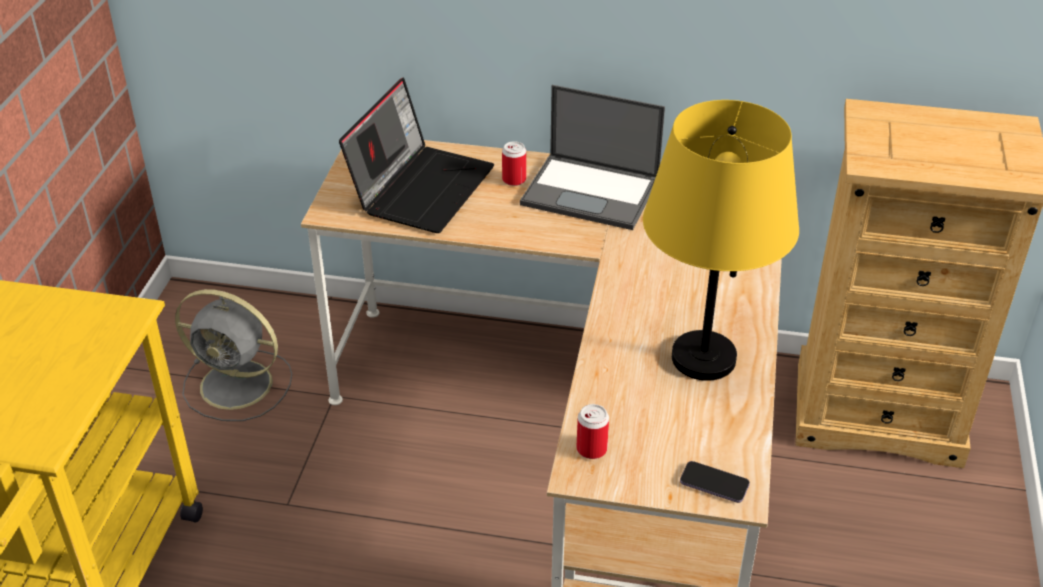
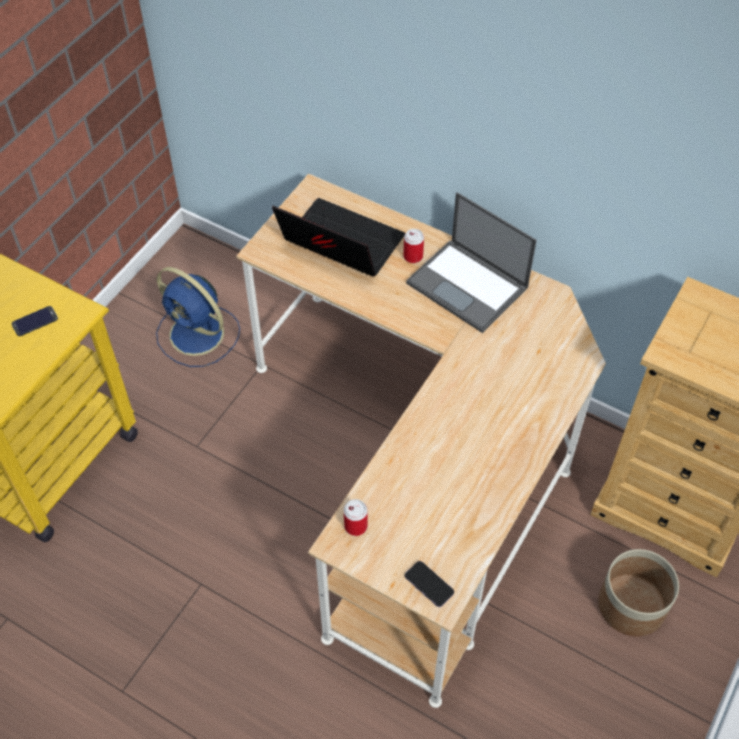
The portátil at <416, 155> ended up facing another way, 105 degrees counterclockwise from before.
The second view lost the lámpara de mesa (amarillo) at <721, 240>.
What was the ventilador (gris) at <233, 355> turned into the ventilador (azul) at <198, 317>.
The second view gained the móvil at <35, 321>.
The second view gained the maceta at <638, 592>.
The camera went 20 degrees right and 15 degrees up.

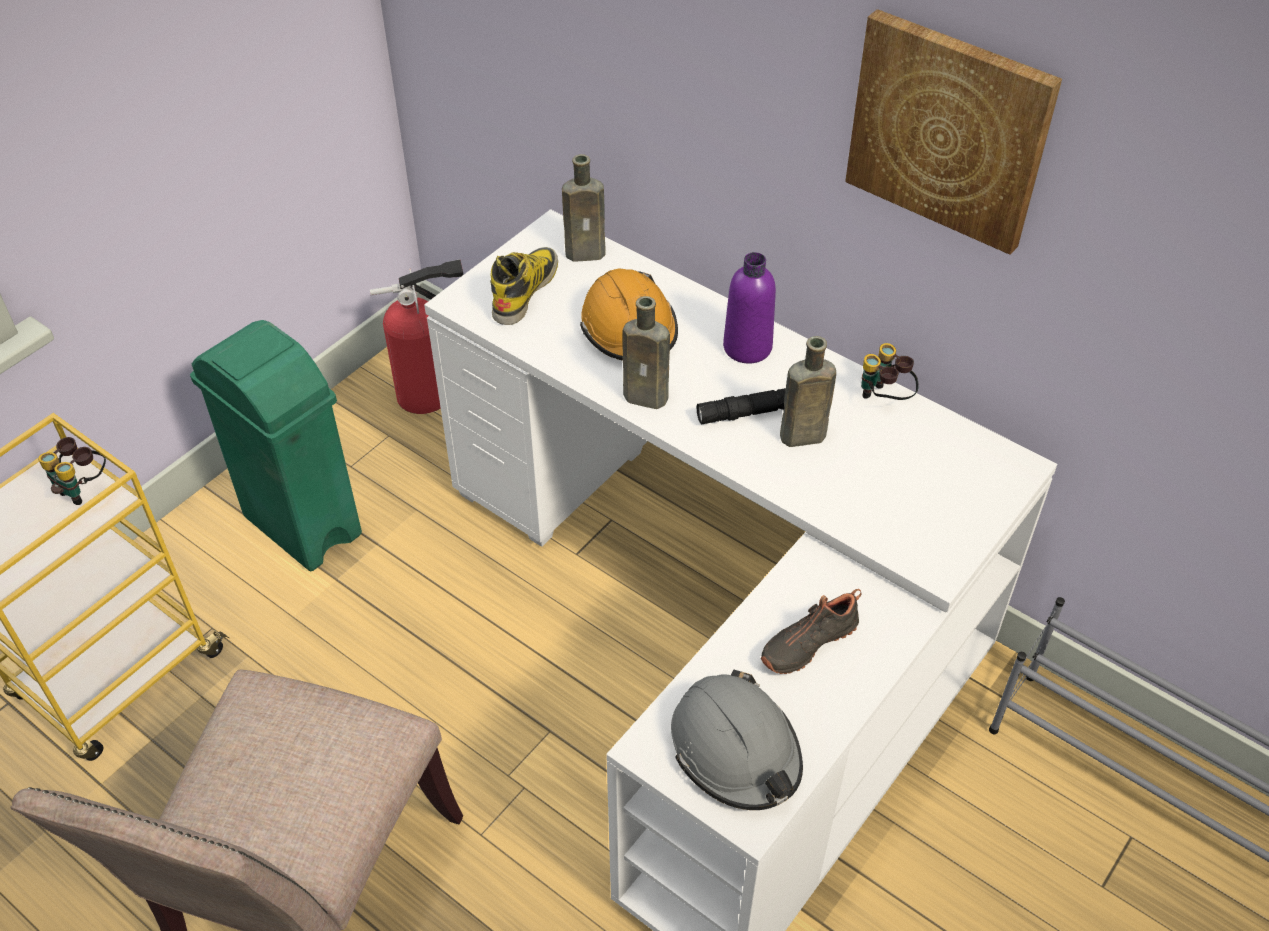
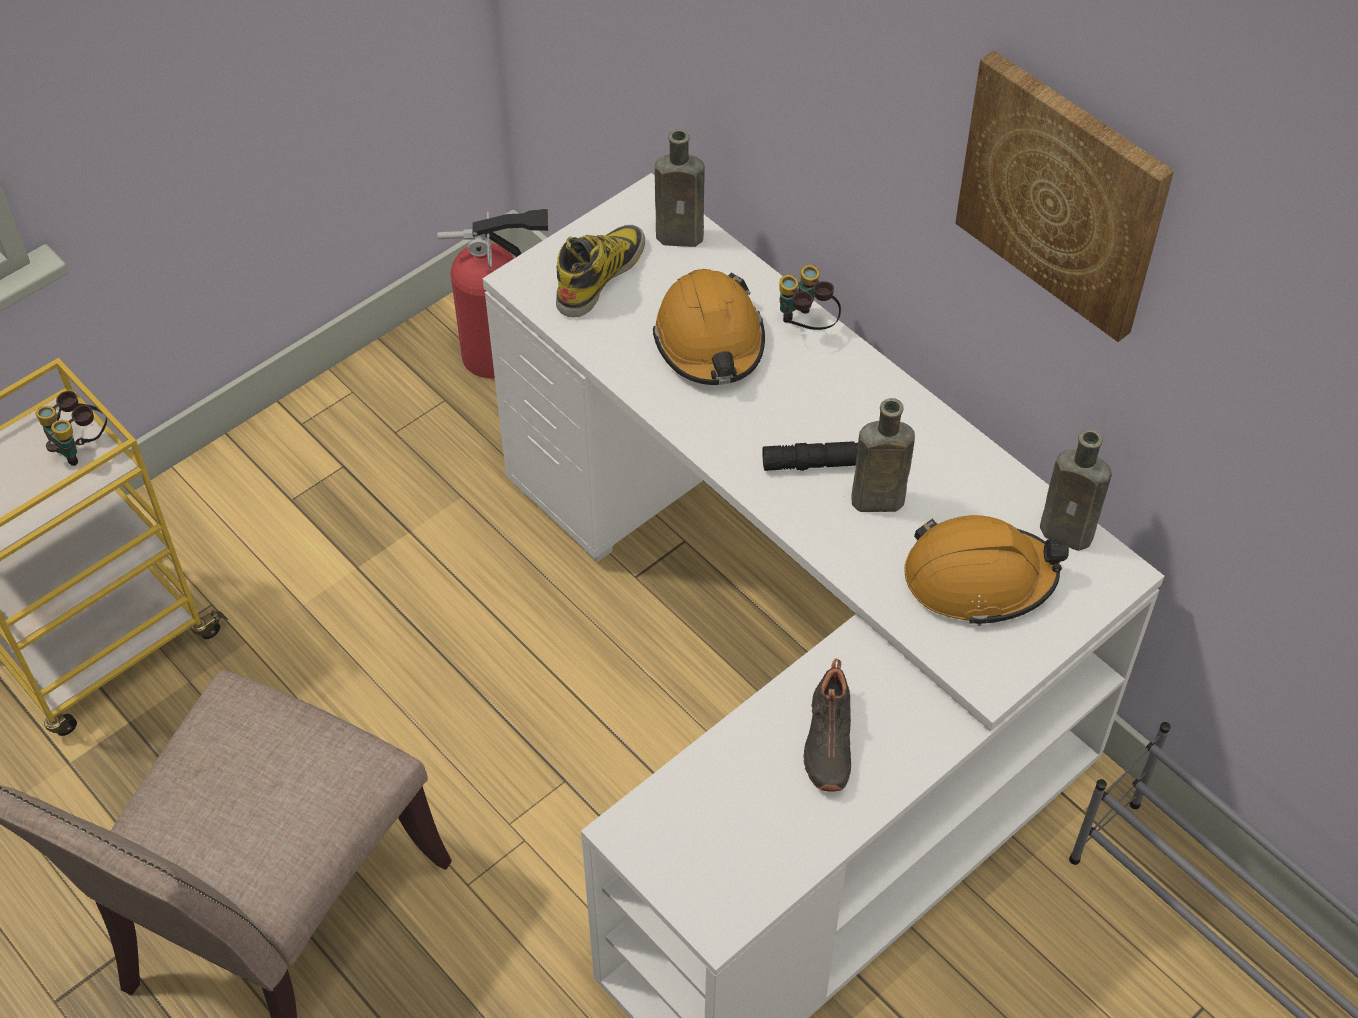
The second view lost the botella (morado) at <749, 307>.
The botella (marrón) ended up elsewhere, having gone from <646, 352> to <1076, 494>.
The second view lost the papelera (verde) at <276, 445>.
The prismáticos ended up elsewhere, having gone from <889, 371> to <810, 297>.
The zapato (negro) at <811, 631> ended up facing another way, 60 degrees counterclockwise from before.
The second view lost the casco (gris) at <737, 739>.
The second view gained the casco (naranja) at <986, 570>.
The camera went 10 degrees right and 5 degrees up.

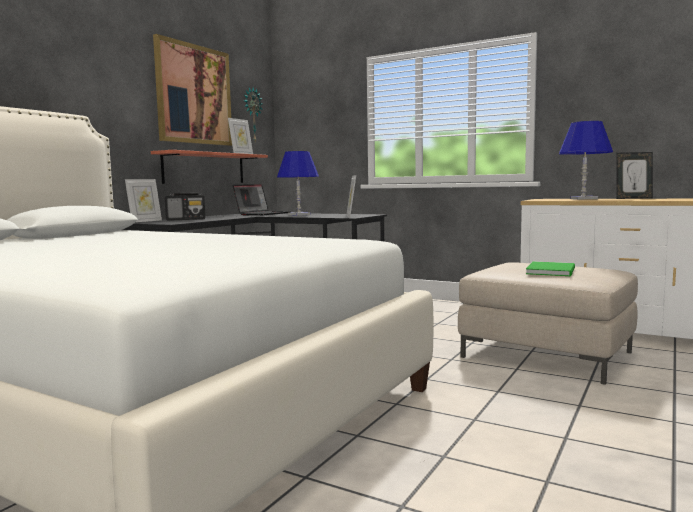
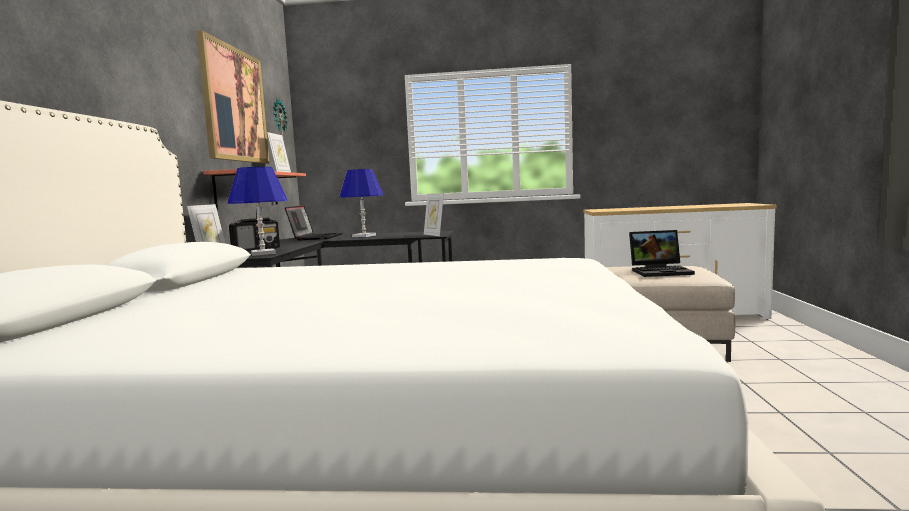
The lámpara de mesa (azul) ended up elsewhere, having gone from <586, 160> to <257, 211>.
The second view lost the portarretratos at <634, 175>.
Where the libro (verde) stood at <550, 268>, the portátil came to stand at <662, 253>.
The camera went 25 degrees left and 0 degrees up.

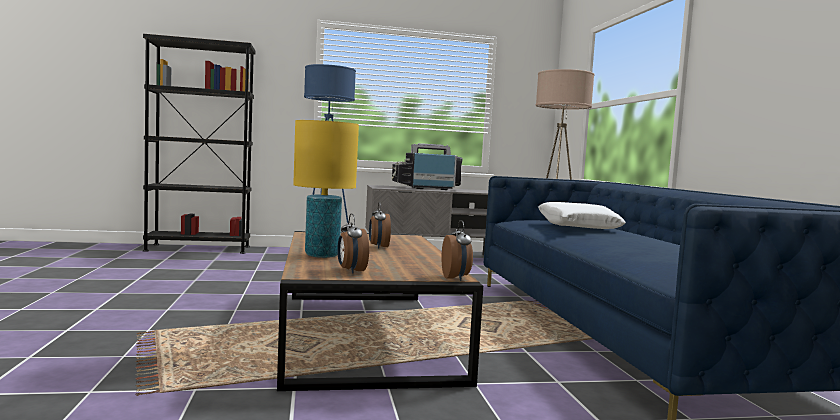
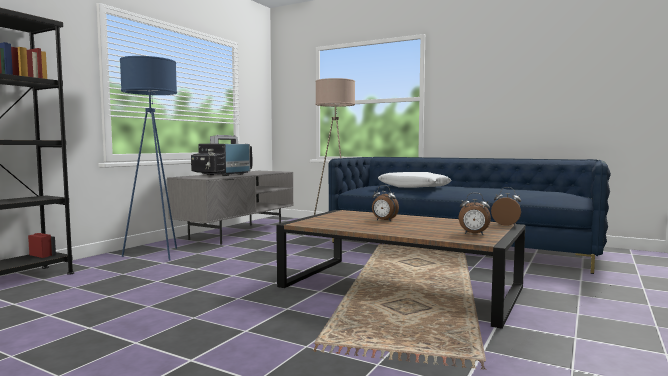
The second view lost the lámpara de mesa (amarillo) at <326, 189>.
The camera went 50 degrees left and 0 degrees up.

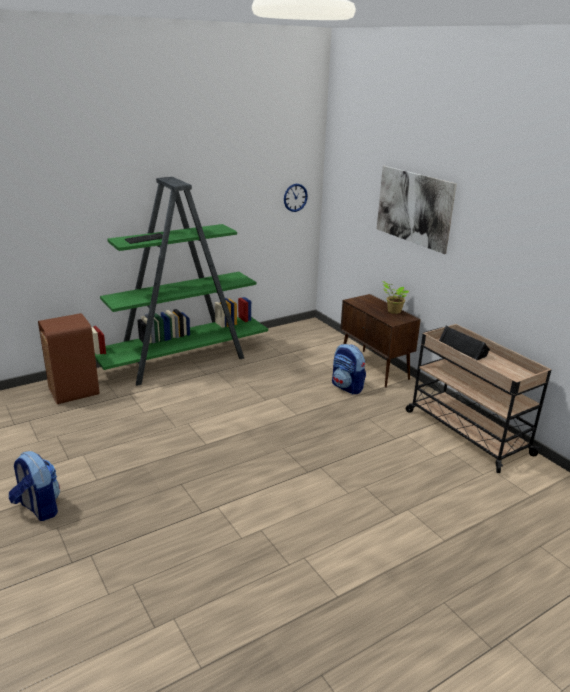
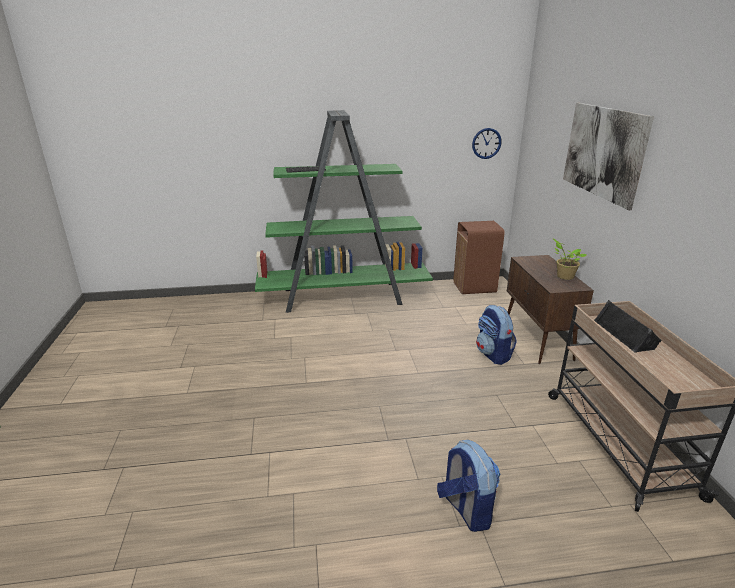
The papelera (marrón) ended up elsewhere, having gone from <69, 358> to <479, 257>.
The mochila ended up elsewhere, having gone from <34, 486> to <468, 486>.
The camera went 25 degrees right and 0 degrees up.

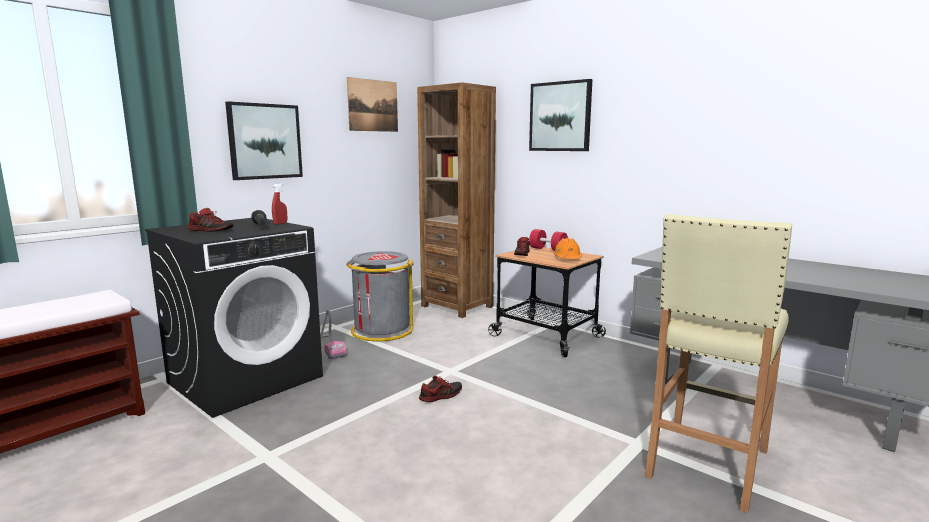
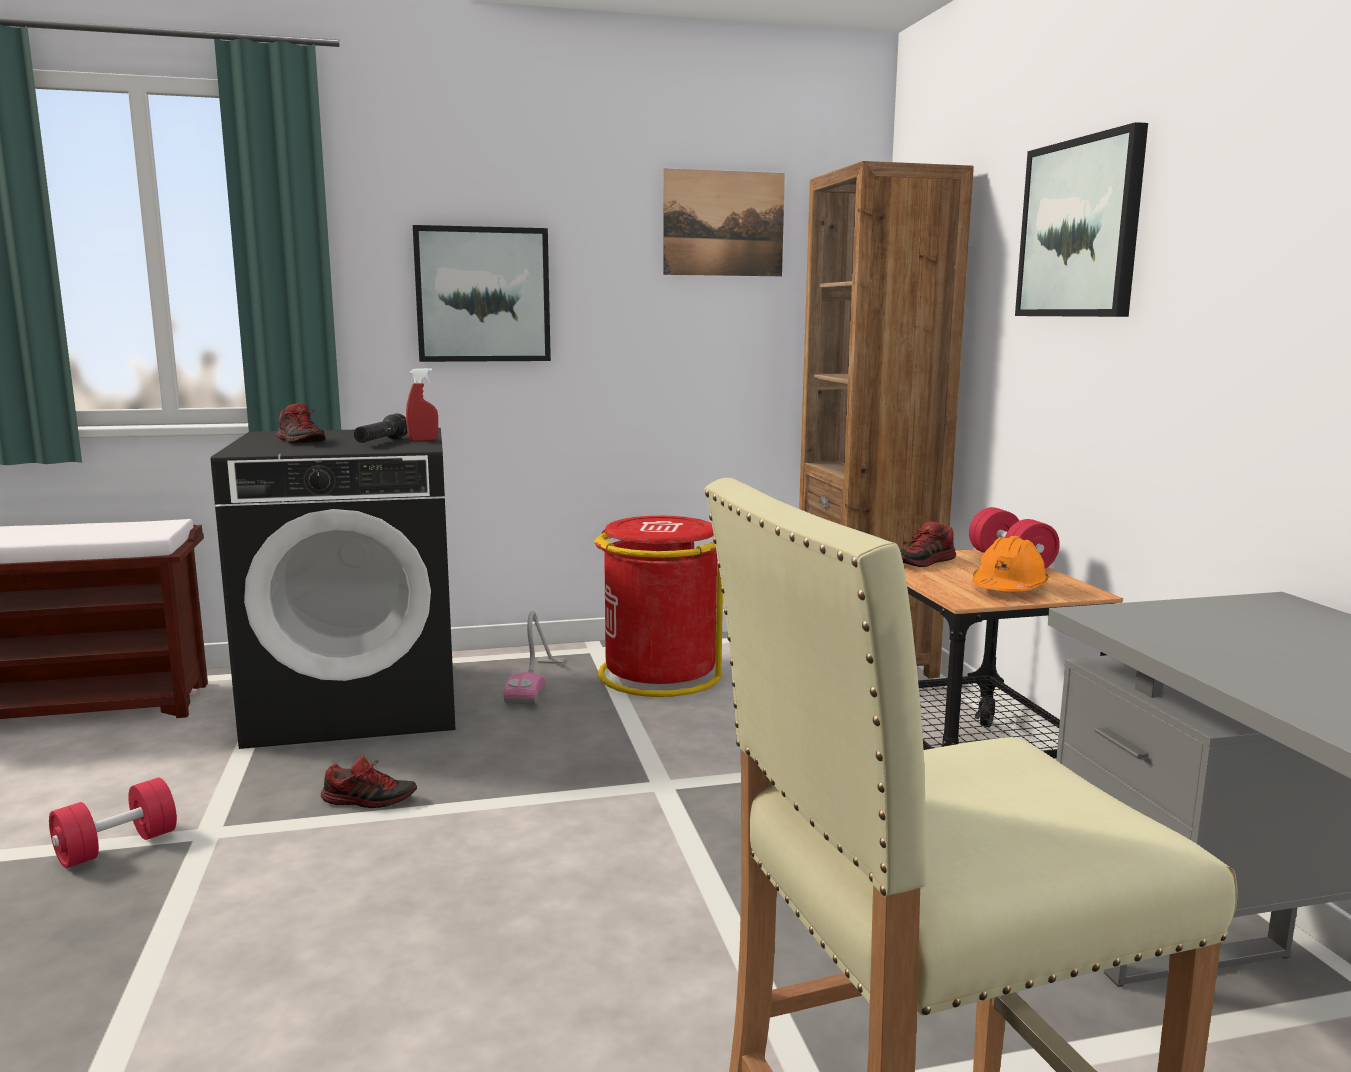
What was the papelera (gris) at <380, 296> turned into the papelera (rojo) at <658, 606>.
The zapato ended up elsewhere, having gone from <440, 389> to <369, 782>.
The second view gained the mancuerna (rojo) at <113, 823>.
The camera went 35 degrees right and 0 degrees up.

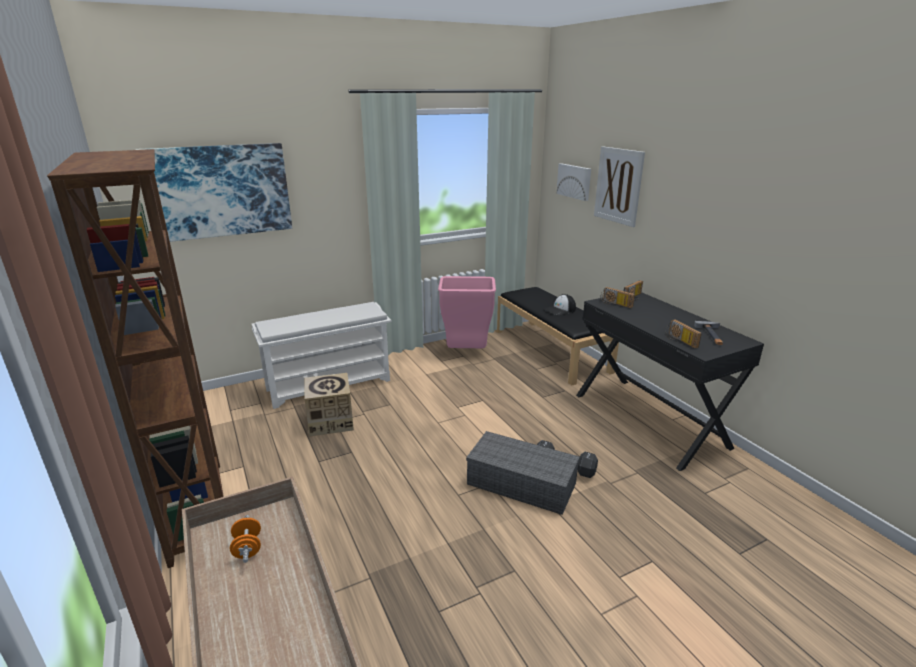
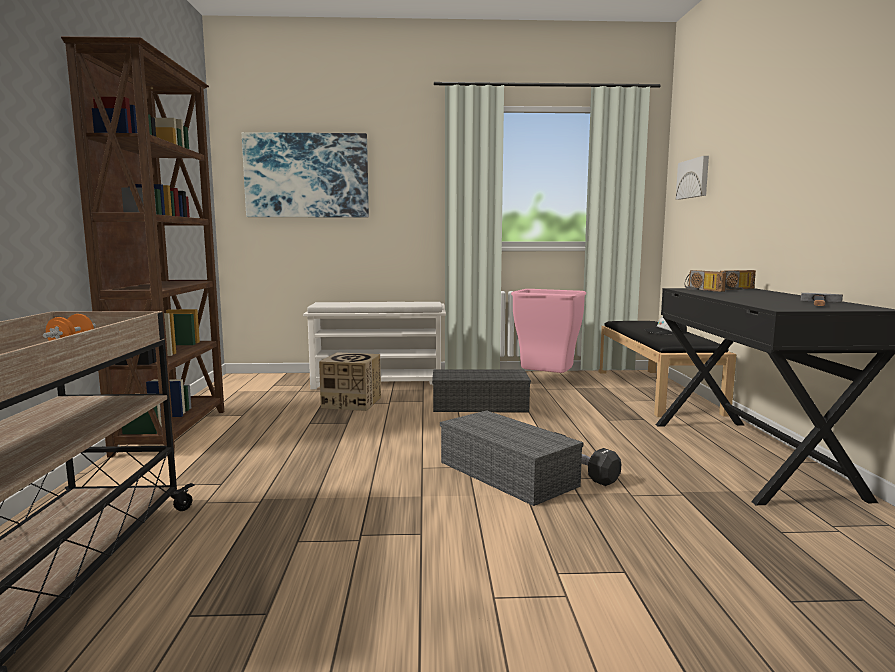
The second view lost the cuadro at <619, 186>.
The second view lost the radio at <684, 334>.
The second view gained the caja de almacenaje (gris) at <481, 391>.
The camera went 25 degrees right and 15 degrees down.

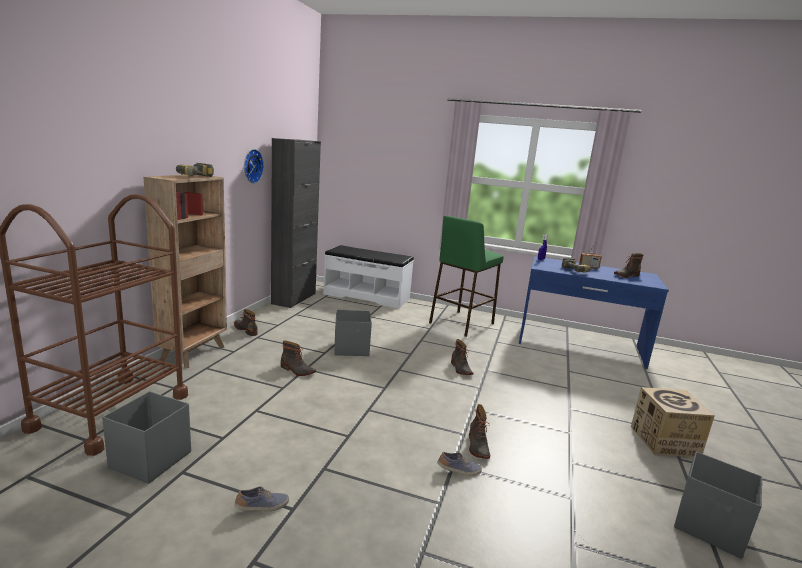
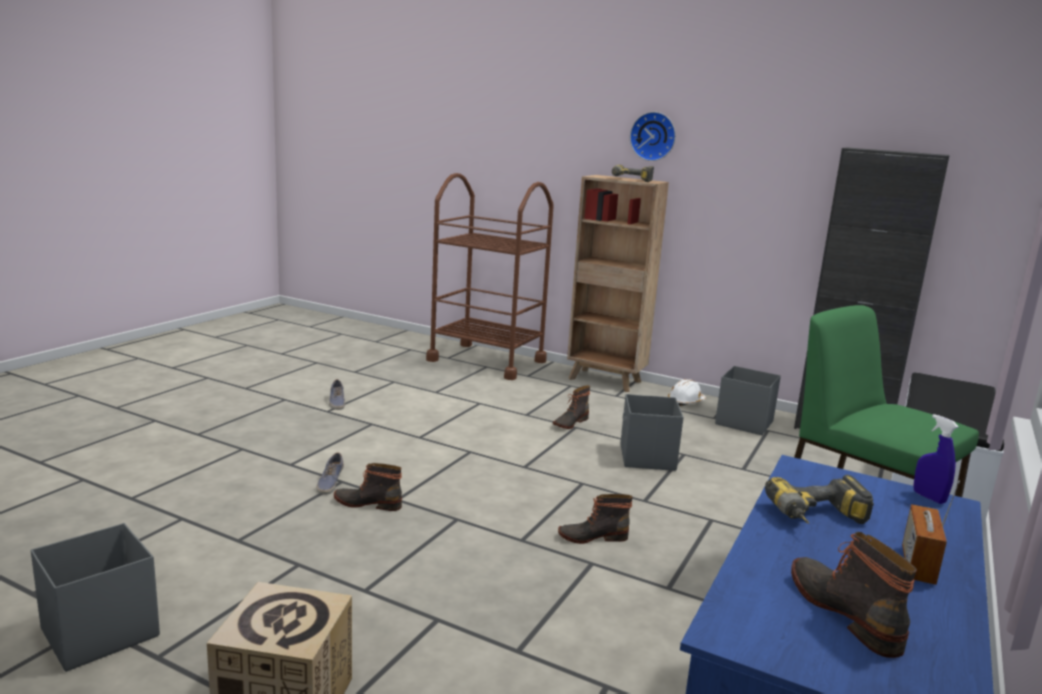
The reloj de pared ended up elsewhere, having gone from <254, 166> to <653, 136>.
Where the bota stood at <246, 322>, the casco (blanco) came to stand at <687, 392>.
The caja de almacenaje (gris) ended up elsewhere, having gone from <146, 437> to <748, 400>.
The camera went 100 degrees right and 0 degrees up.

